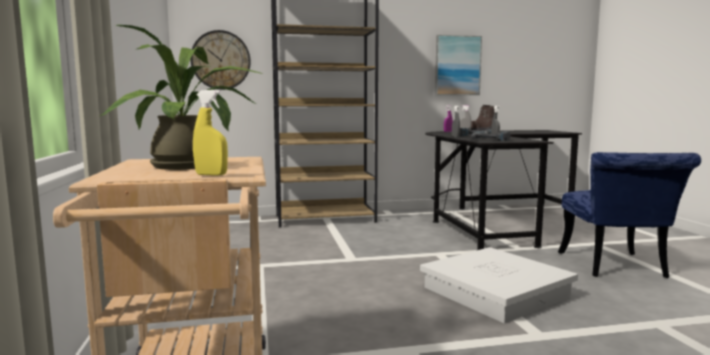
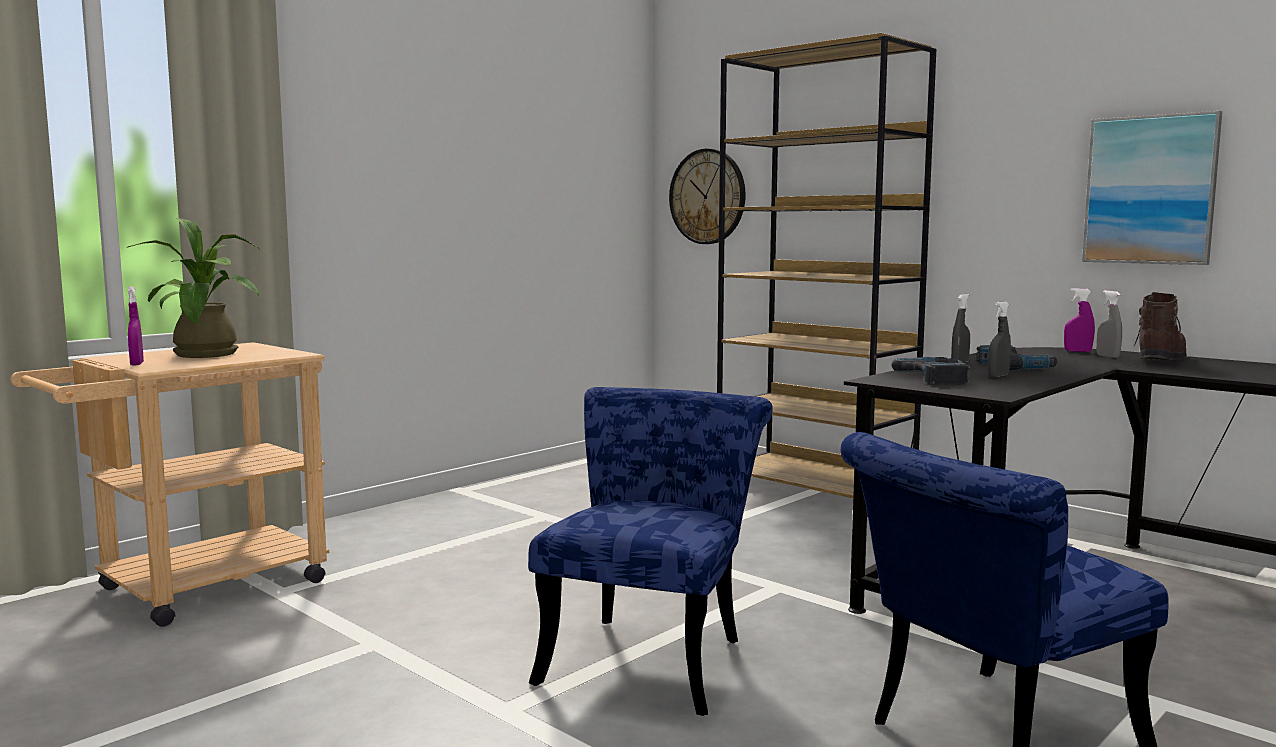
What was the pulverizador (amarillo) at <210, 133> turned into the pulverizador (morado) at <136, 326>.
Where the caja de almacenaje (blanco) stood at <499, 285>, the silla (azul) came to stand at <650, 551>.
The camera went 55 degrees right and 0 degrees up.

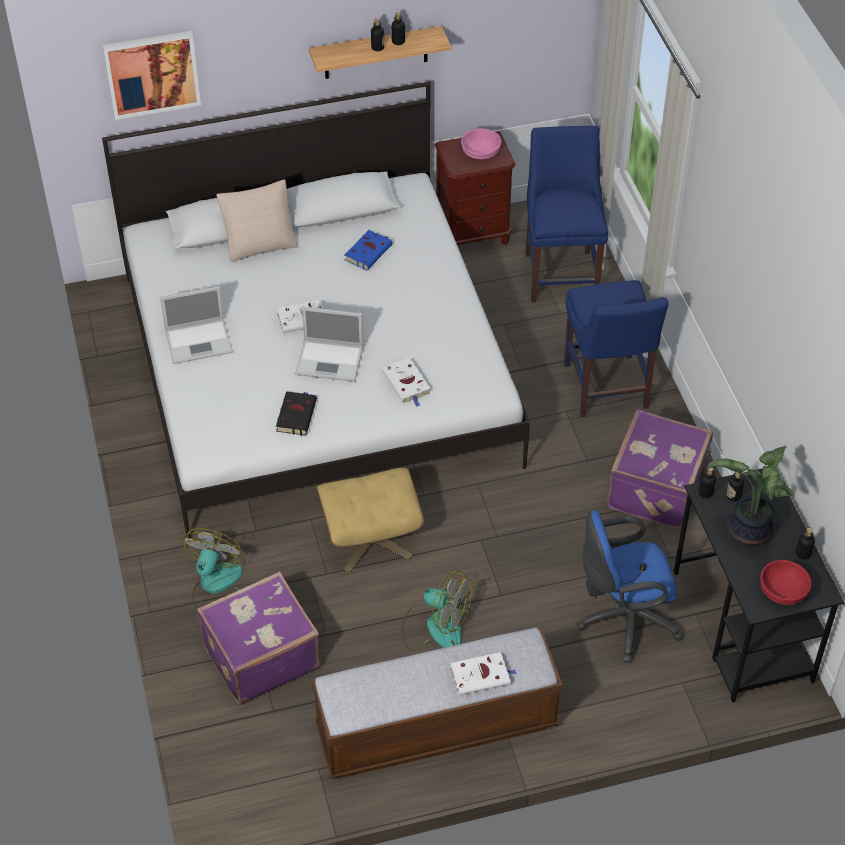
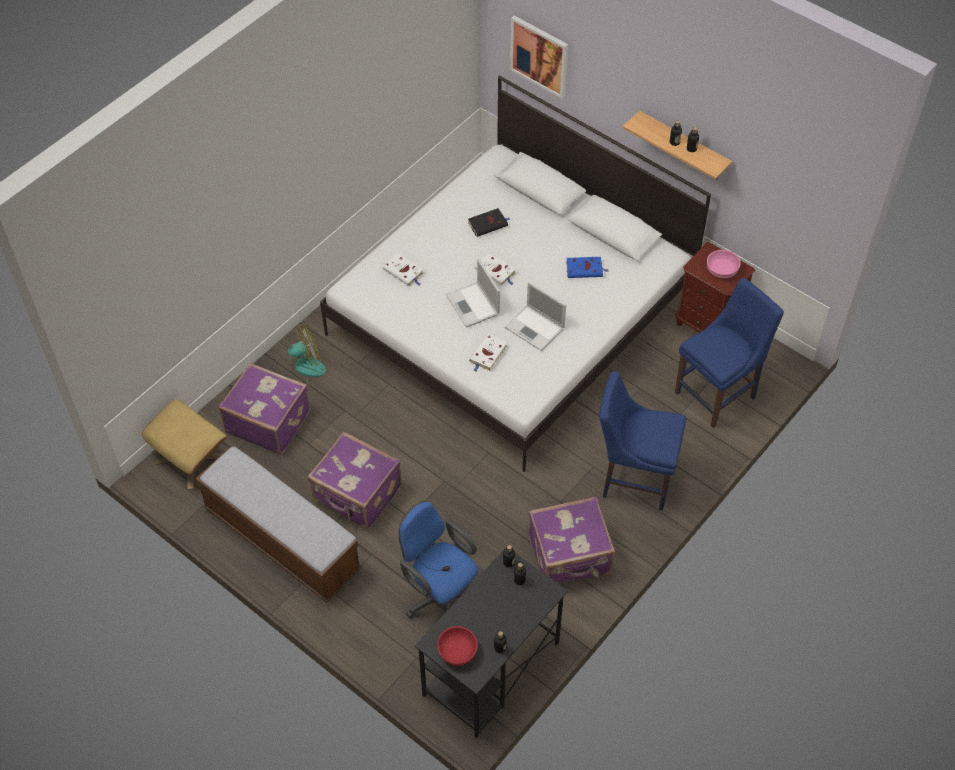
The second view lost the cojín (beis) at <257, 220>.
The silla (azul) at <616, 348> ended up facing another way, 60 degrees clockwise from before.
The portátil ended up elsewhere, having gone from <196, 325> to <535, 316>.
The libro (negro) ended up elsewhere, having gone from <296, 413> to <489, 222>.
The second view lost the planta en maceta at <750, 496>.
The puf (beis) ended up elsewhere, having gone from <370, 520> to <184, 444>.
Where the ventilador stood at <436, 611>, the maleta (morado) came to stand at <355, 480>.
The libro (blanco) ended up elsewhere, having gone from <483, 673> to <403, 269>.
The camera went 55 degrees right and 5 degrees up.

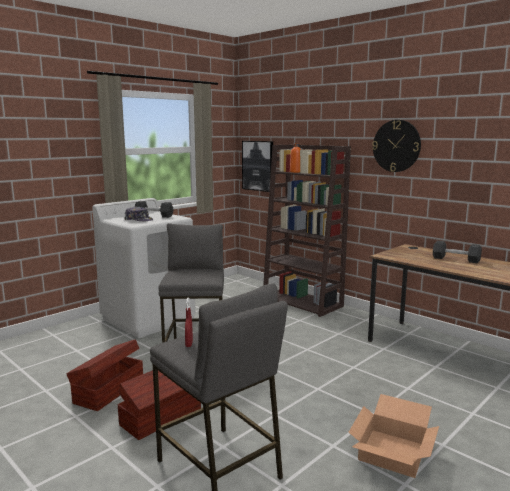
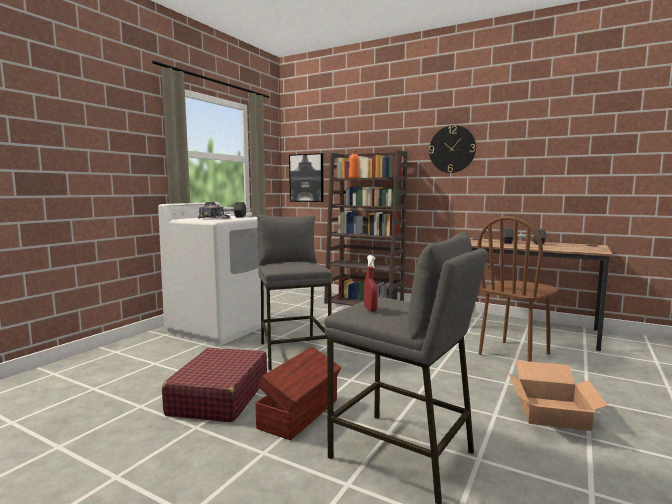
Where the caja de almacenaje (marrón) stood at <104, 375>, the maleta (rojo) came to stand at <214, 385>.
The second view gained the silla (marrón) at <517, 289>.
The camera went 15 degrees left and 5 degrees down.

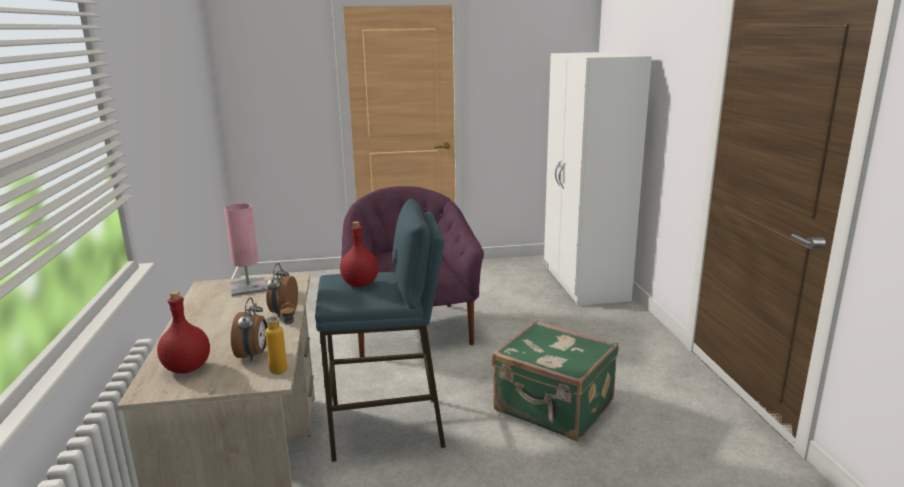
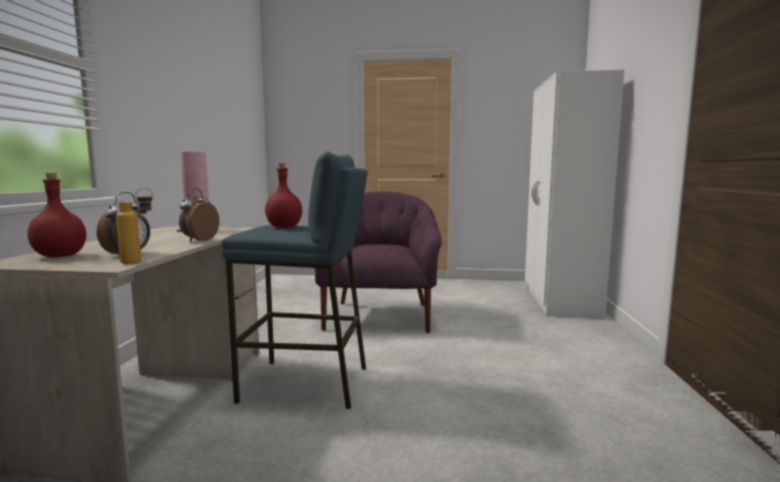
The second view lost the maleta (verde) at <555, 381>.
The camera went 15 degrees right and 10 degrees down.

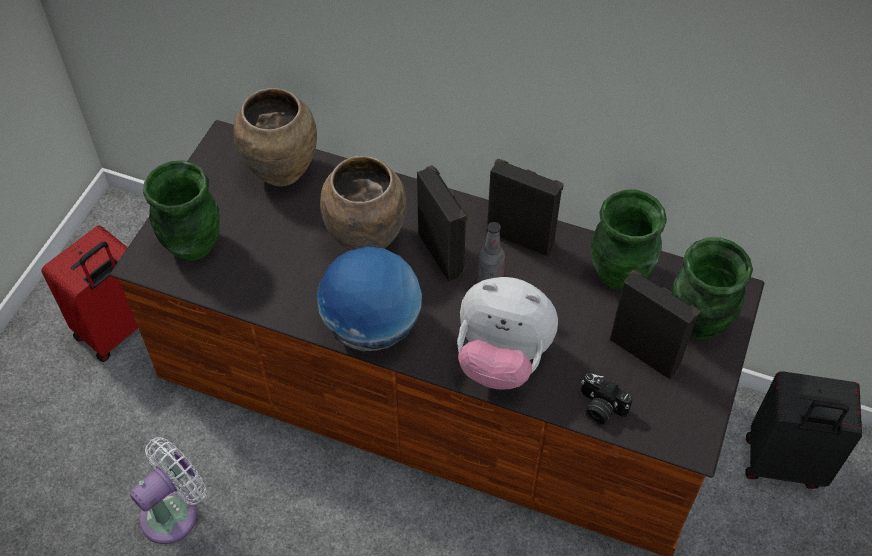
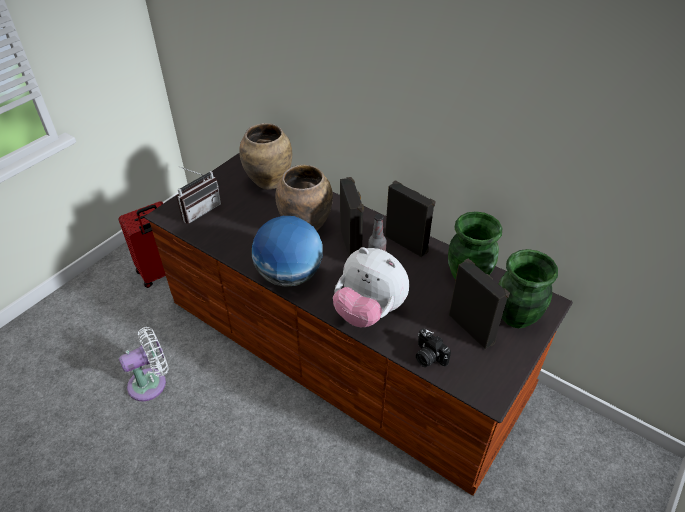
Where the florero (verde) stood at <181, 210>, the radio came to stand at <198, 195>.
The second view lost the maleta (negro) at <803, 430>.
The camera went 15 degrees right and 10 degrees down.

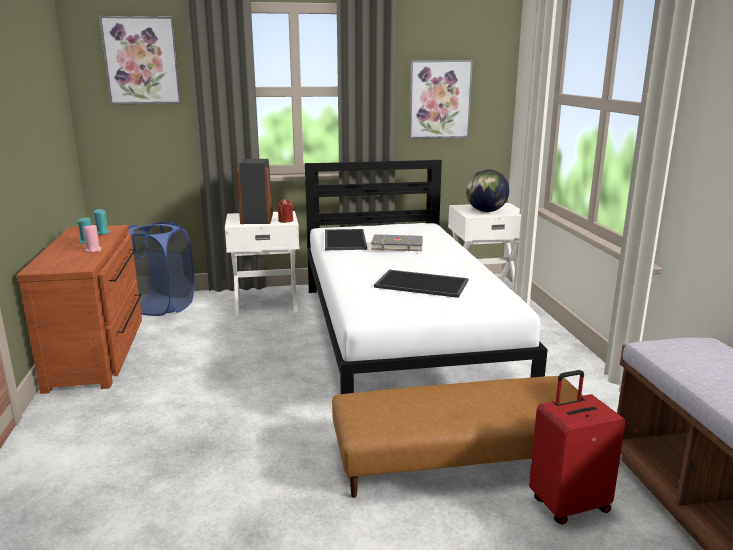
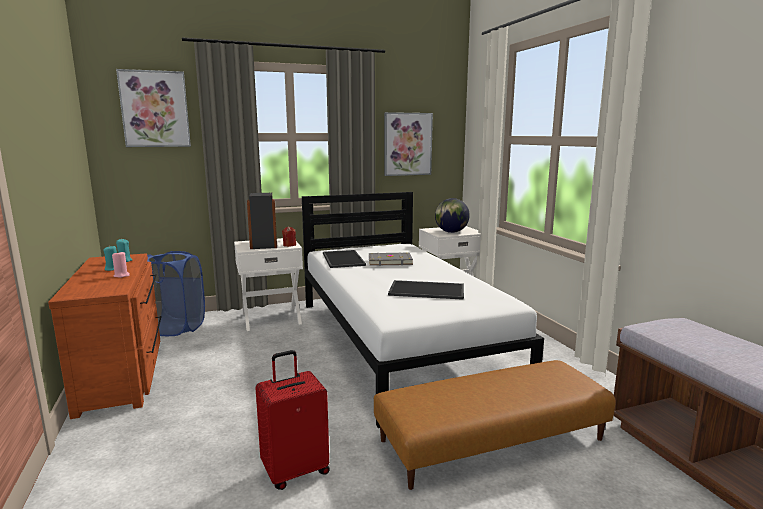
The maleta (rojo) ended up elsewhere, having gone from <577, 447> to <292, 420>.
The camera went 10 degrees left and 5 degrees down.

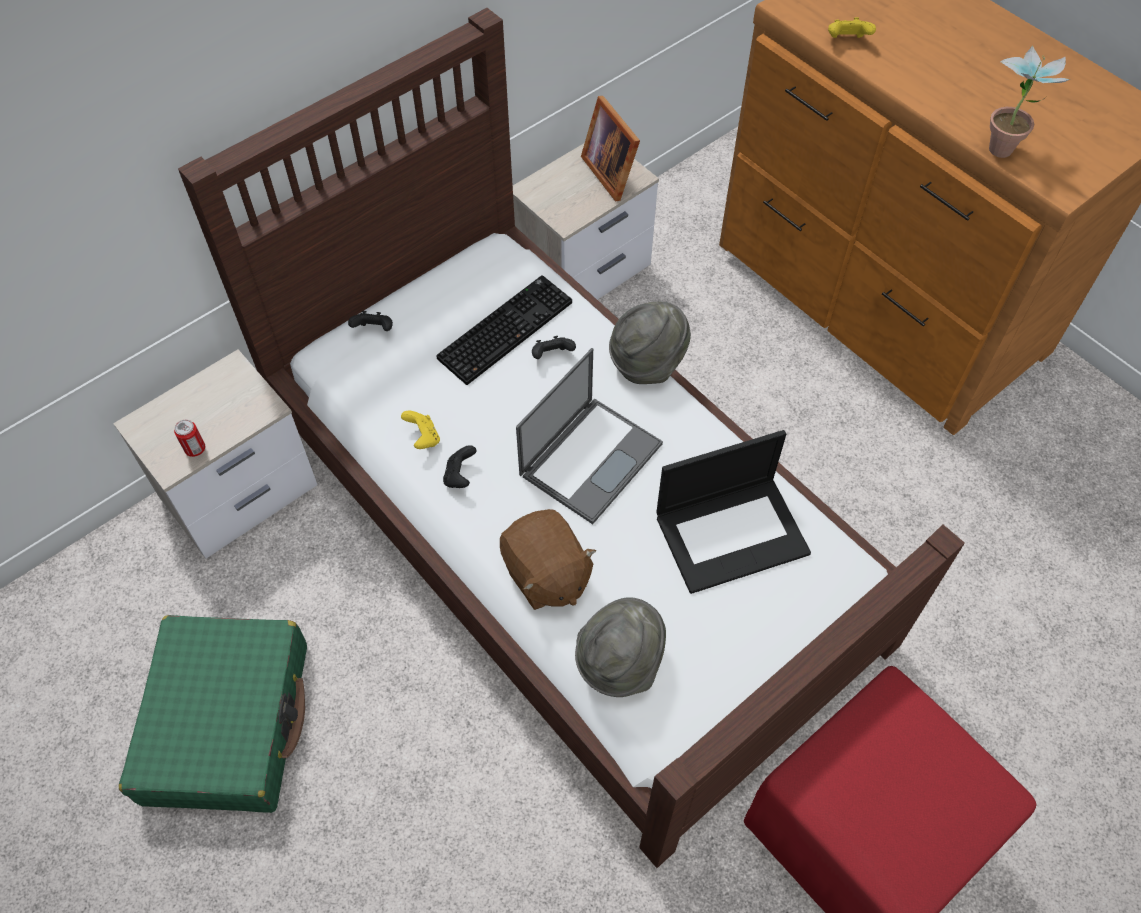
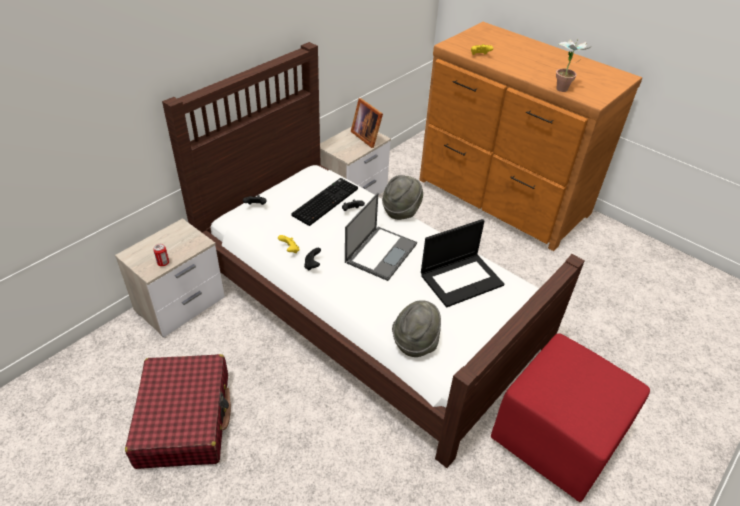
The second view lost the peluche (marrón) at <548, 559>.
What was the maleta (verde) at <213, 714> turned into the maleta (rojo) at <178, 411>.
The camera went 10 degrees left and 15 degrees down.

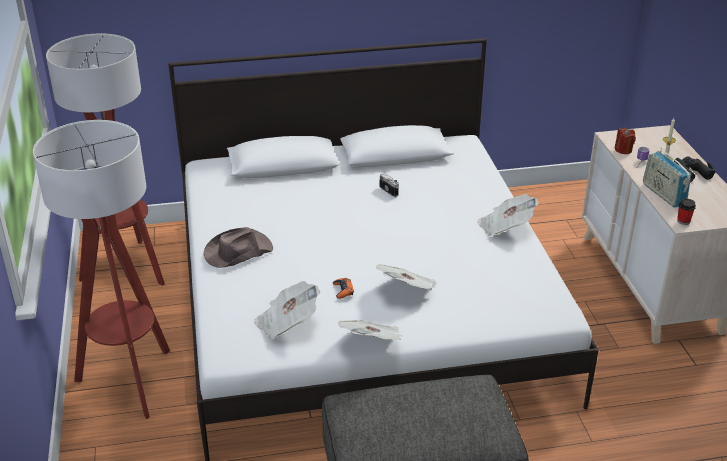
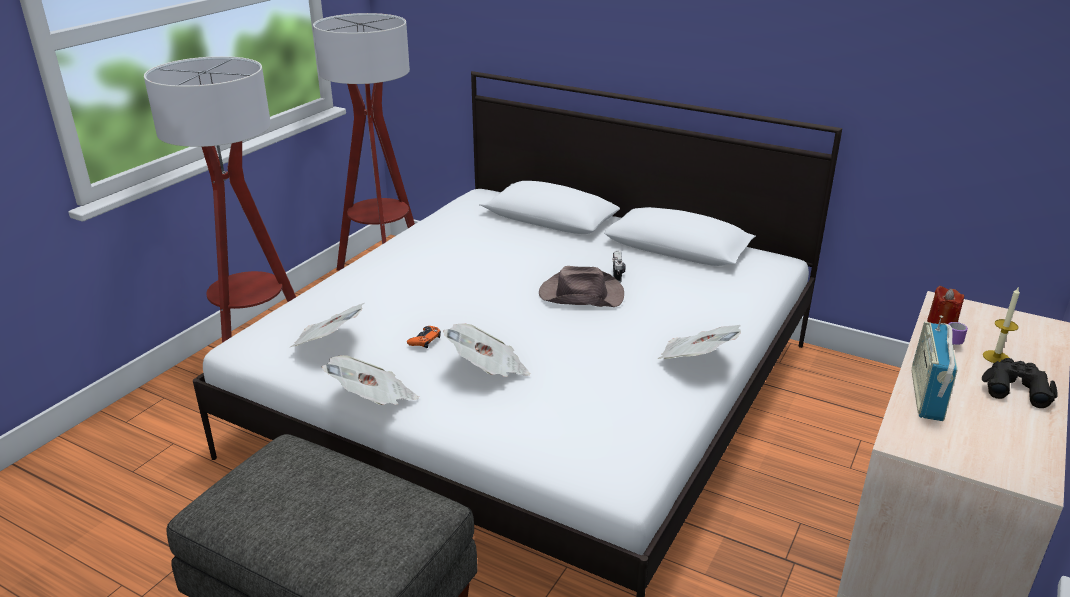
The second view lost the taza at <686, 212>.
The sombrero (marrón) ended up elsewhere, having gone from <238, 247> to <581, 286>.
The camera went 40 degrees right and 5 degrees down.

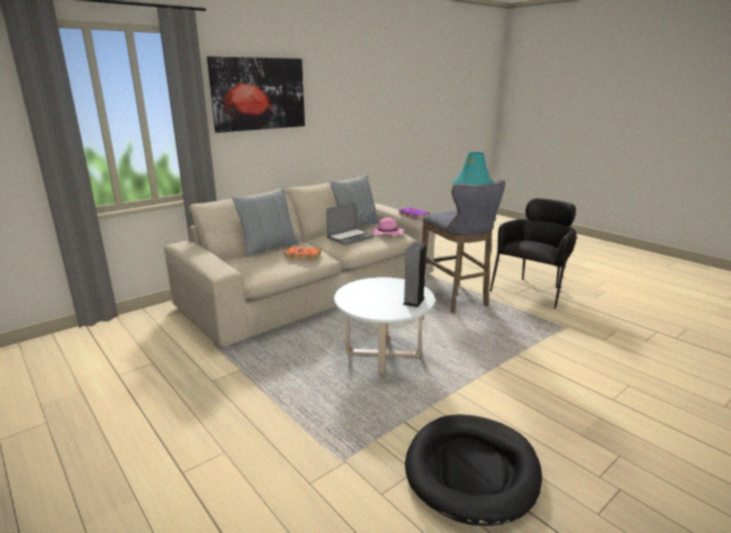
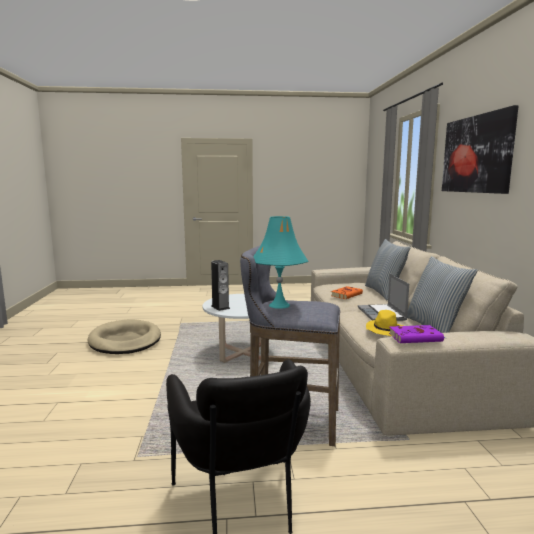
What was the sombrero (rosa) at <388, 227> turned into the sombrero (amarillo) at <384, 323>.
What was the cama para perro (negro) at <473, 470> turned into the cama para perro (beis) at <124, 336>.
The camera went 125 degrees right and 10 degrees down.

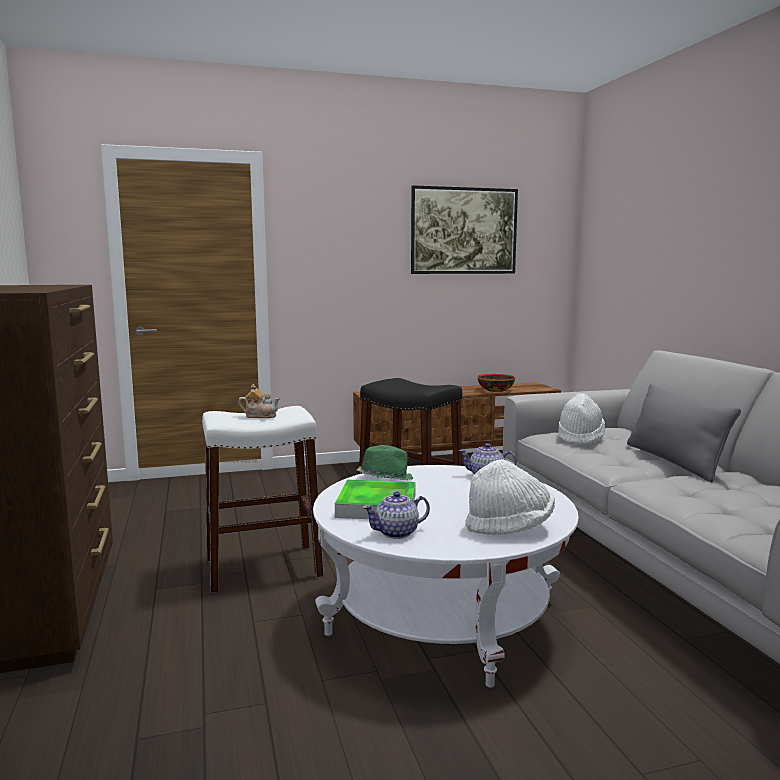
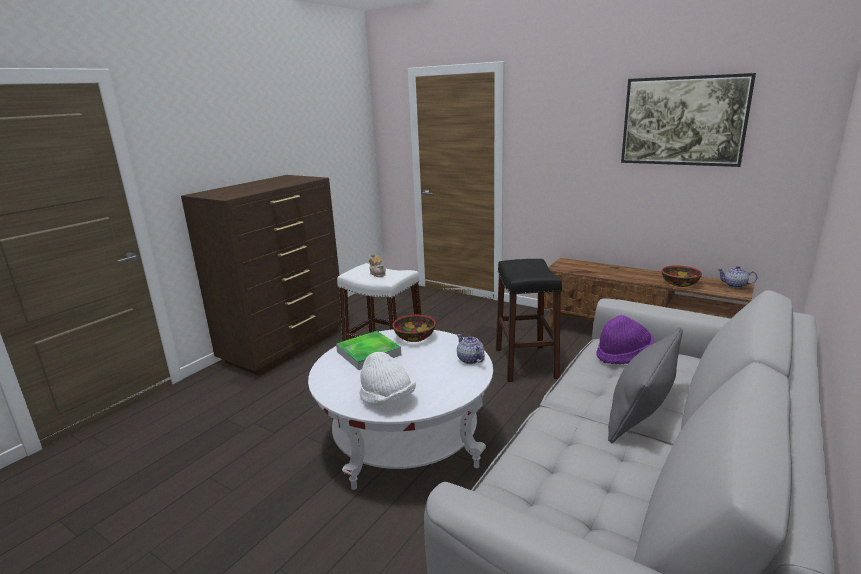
What was the sombrero (blanco) at <582, 419> turned into the sombrero (morado) at <625, 339>.
Where the sombrero (verde) stood at <385, 462>, the cuenco came to stand at <414, 328>.
The tetera ended up elsewhere, having gone from <396, 515> to <737, 277>.
The camera went 50 degrees right and 10 degrees up.

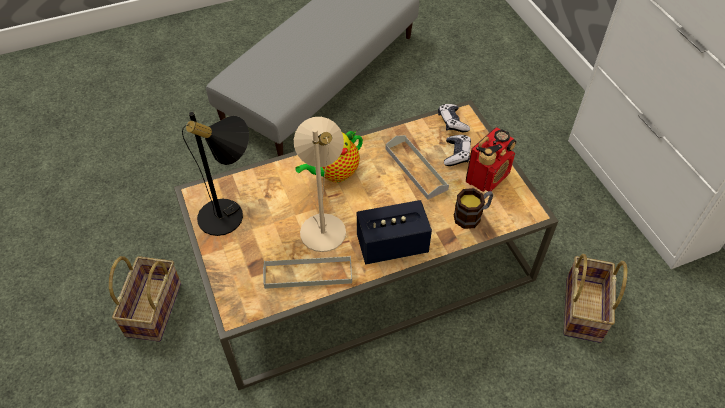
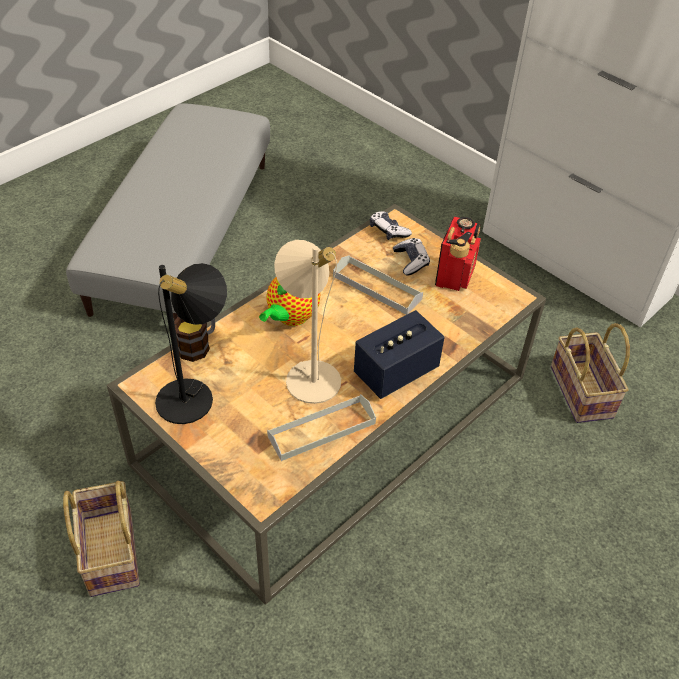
The taza grande ended up elsewhere, having gone from <473, 208> to <194, 339>.
The camera went 25 degrees left and 5 degrees down.

